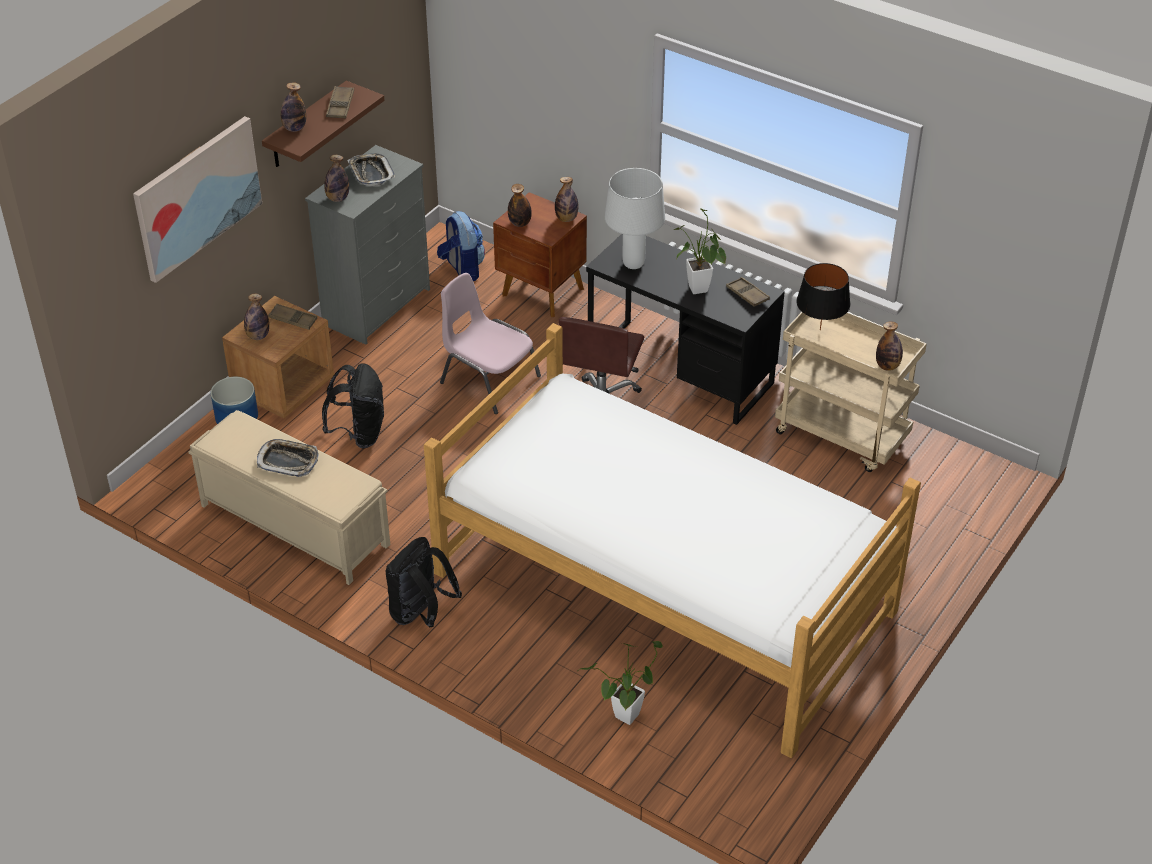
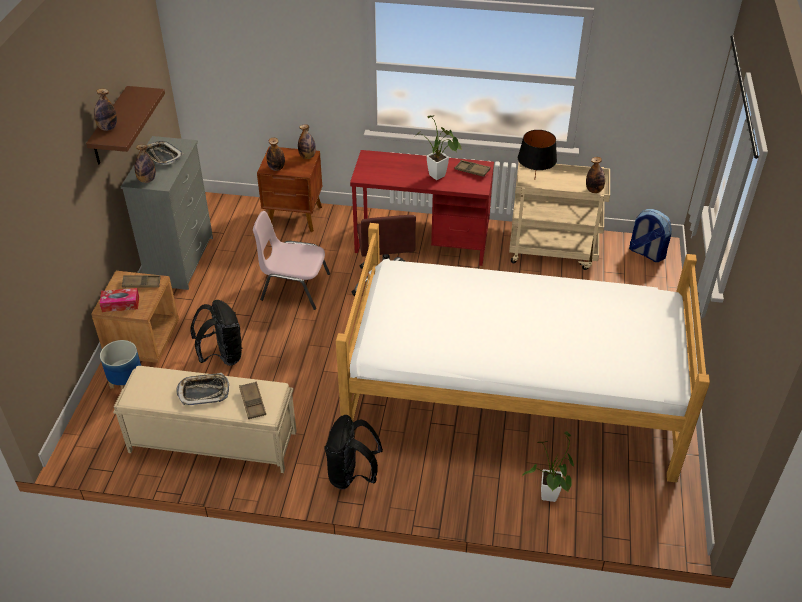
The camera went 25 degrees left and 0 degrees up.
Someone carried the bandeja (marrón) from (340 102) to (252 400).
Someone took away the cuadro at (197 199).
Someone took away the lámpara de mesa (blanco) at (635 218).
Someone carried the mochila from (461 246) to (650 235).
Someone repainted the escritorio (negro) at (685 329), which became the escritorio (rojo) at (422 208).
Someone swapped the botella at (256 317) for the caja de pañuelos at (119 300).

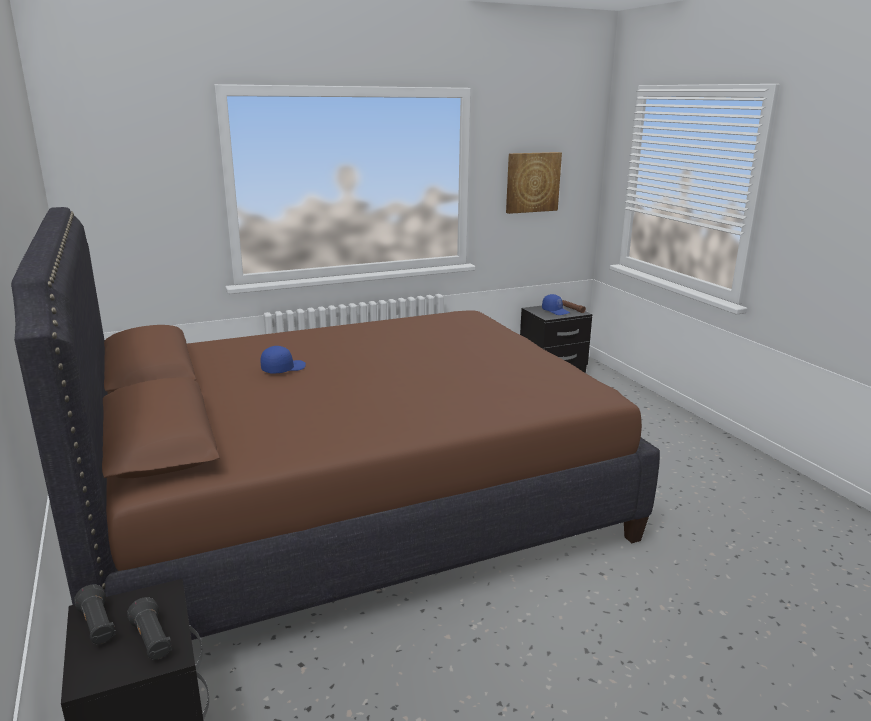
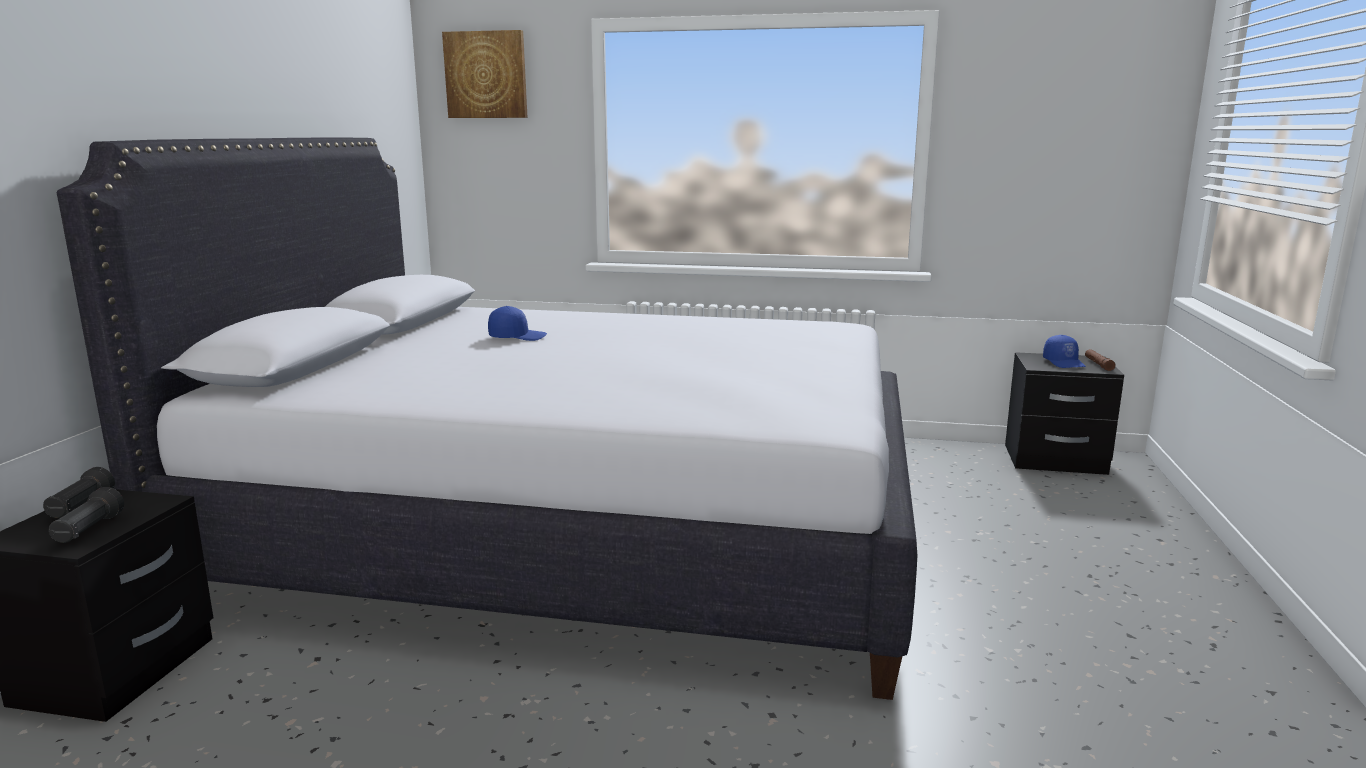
The camera went 35 degrees right and 5 degrees down.
Someone carried the cuadro from (534 183) to (485 74).
Someone repainted the cama (marrón) at (335 423), which became the cama (blanco) at (487 418).

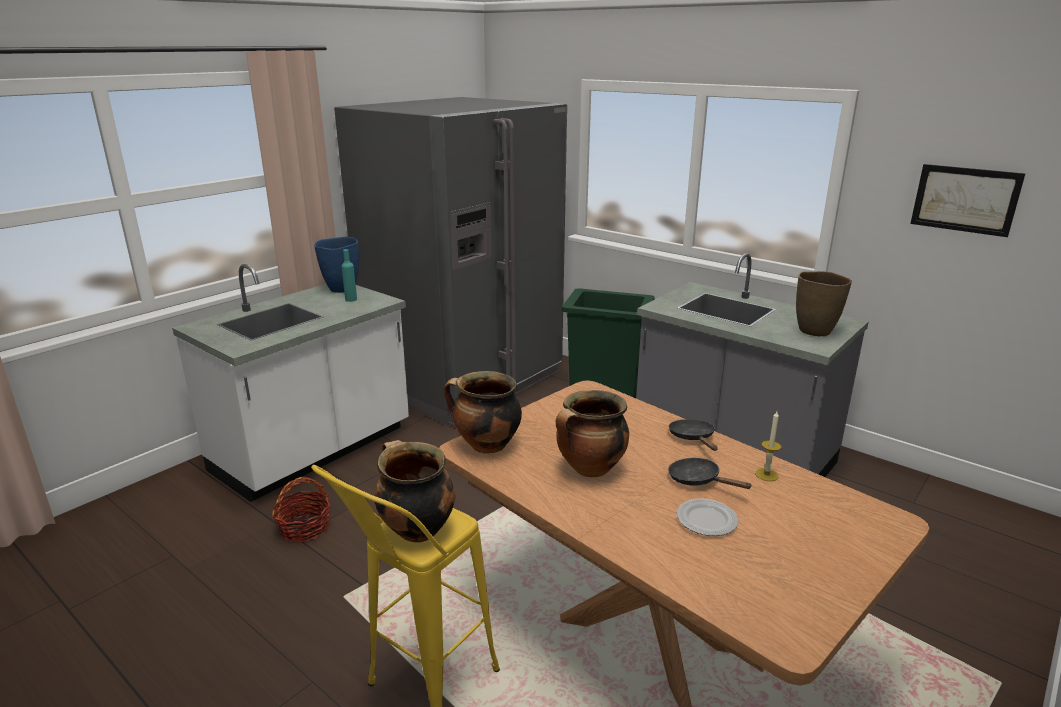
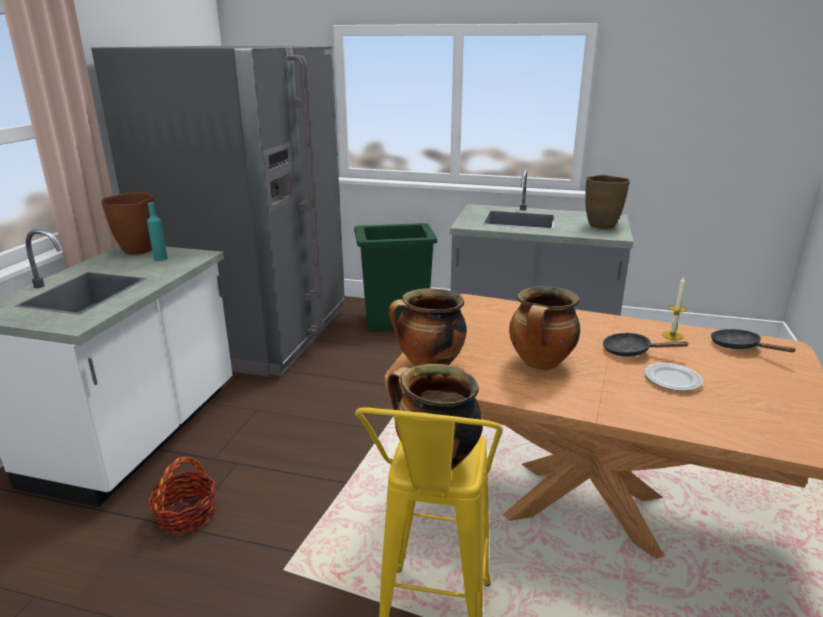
The camera went 25 degrees left and 0 degrees up.
Someone took away the cuadro at (967 200).
Someone repainted the florero (azul) at (336 265), which became the florero (marrón) at (128 223).
Someone carried the sartén (negro) from (693 435) to (753 340).

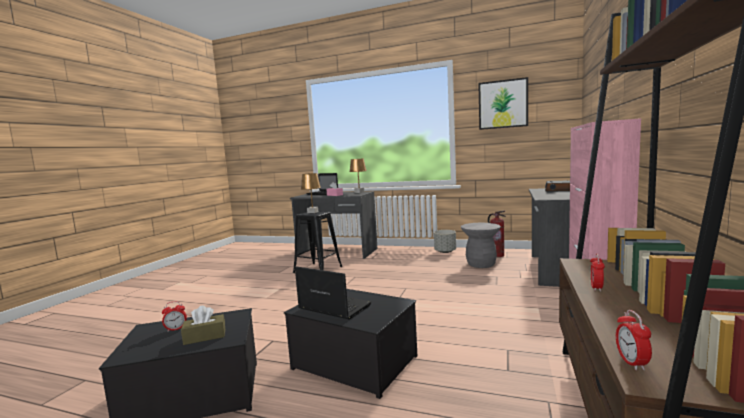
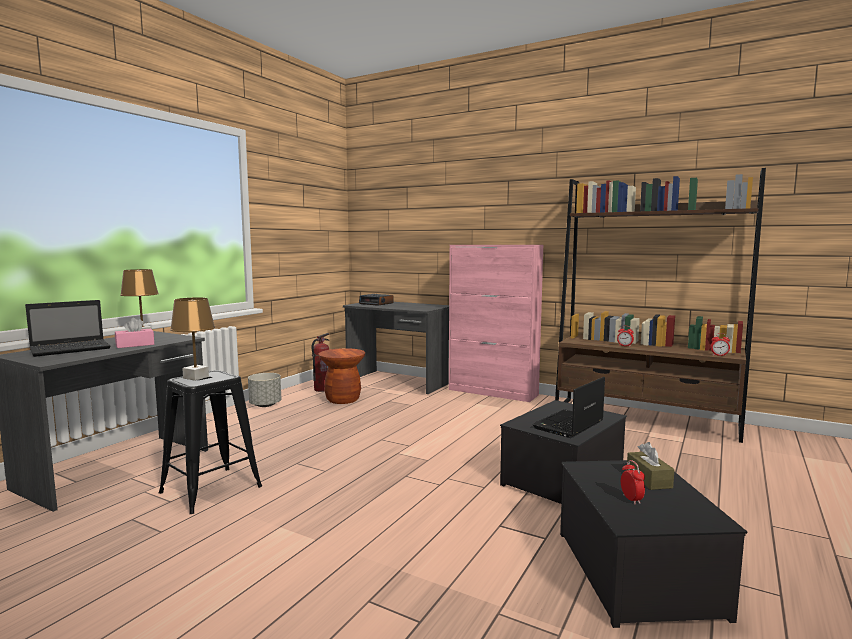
The camera went 80 degrees left and 0 degrees up.
Someone took away the cuadro at (503 103).
Someone repainted the taburete (gris) at (481 245), which became the taburete (marrón) at (341 376).

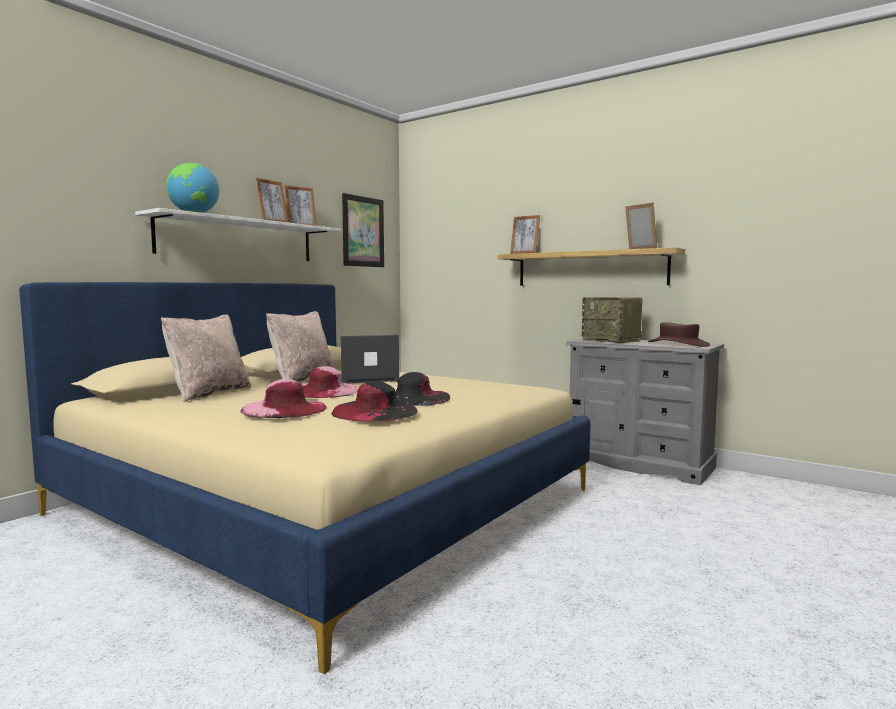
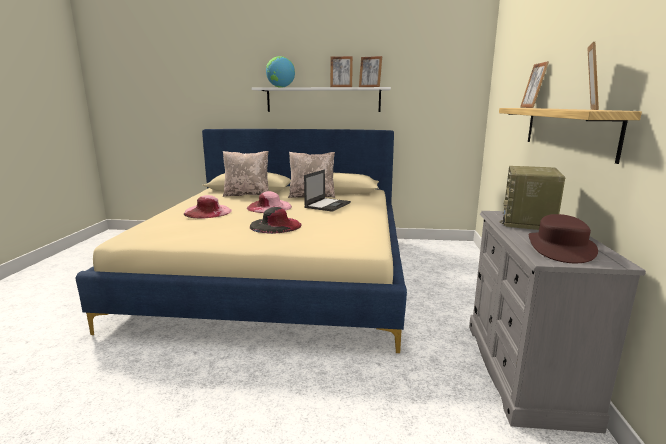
The camera went 60 degrees right and 10 degrees up.
Someone took away the cuadro at (363 230).
Someone rotated the portátil at (370 359) by 75 degrees clockwise.
Someone took away the sombrero (negro) at (374 401).

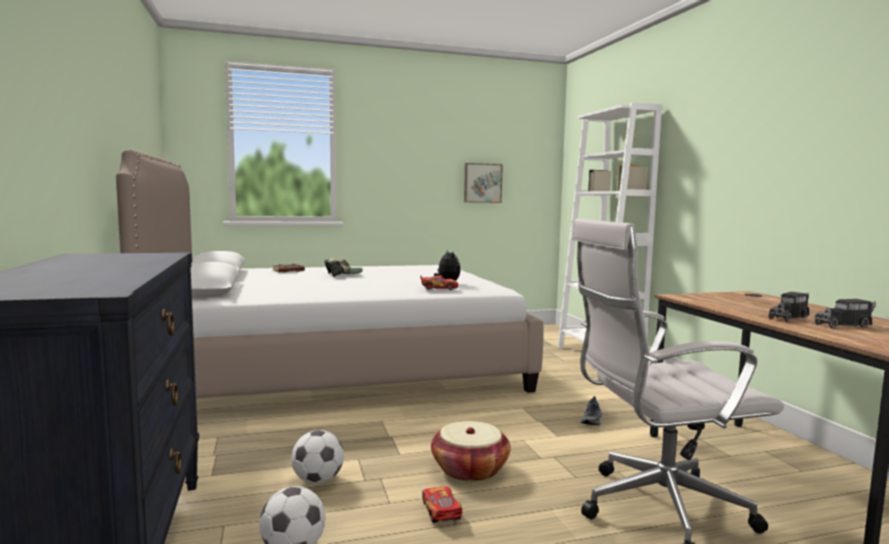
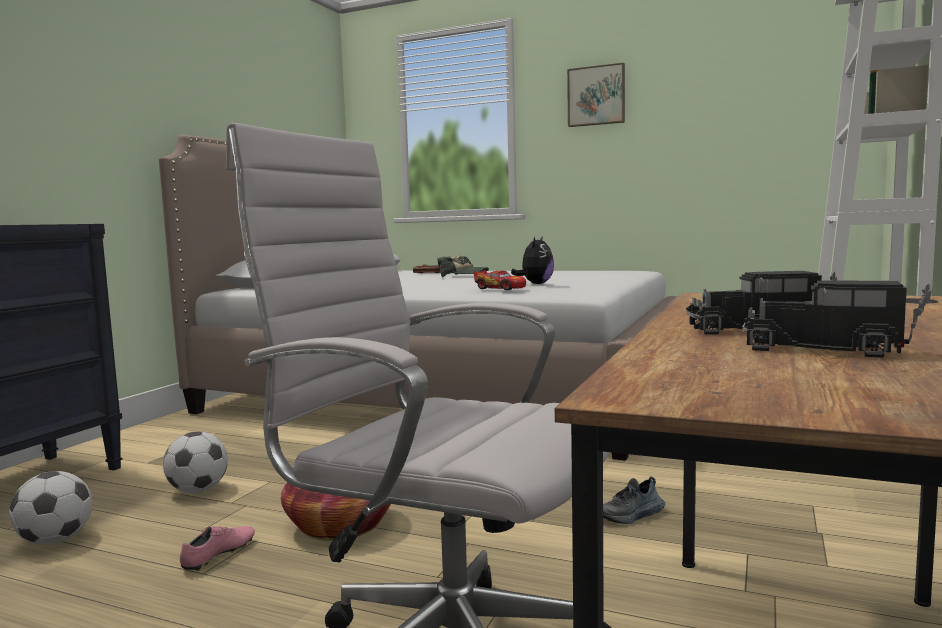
The camera went 40 degrees right and 0 degrees up.
Someone carried the cuadro from (483 183) to (596 95).
Someone swapped the coche de juguete at (442 505) for the zapato (rosa) at (217 548).

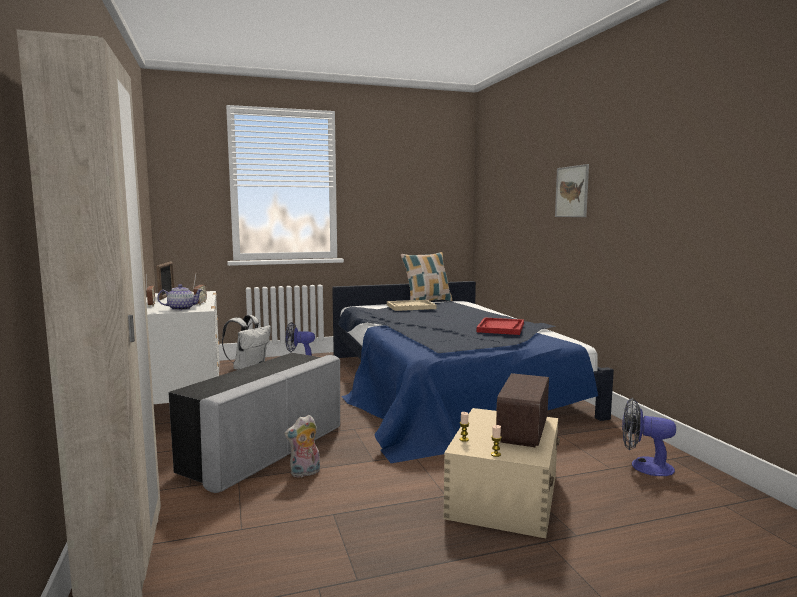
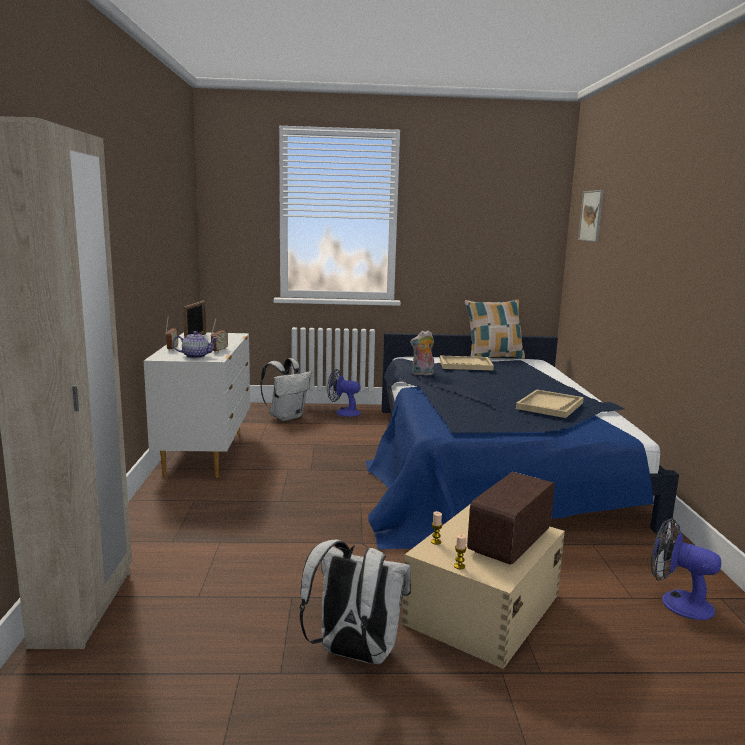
The camera went 15 degrees right and 5 degrees up.
Someone carried the cuadro from (572 190) to (591 216).
Someone repainted the bandeja (rojo) at (500 326), which became the bandeja (beis) at (550 404).
Someone took away the puf (gris) at (254 423).
Someone carried the peluche from (302 446) to (422 353).
Someone put down the mochila (blanco) at (355 602).

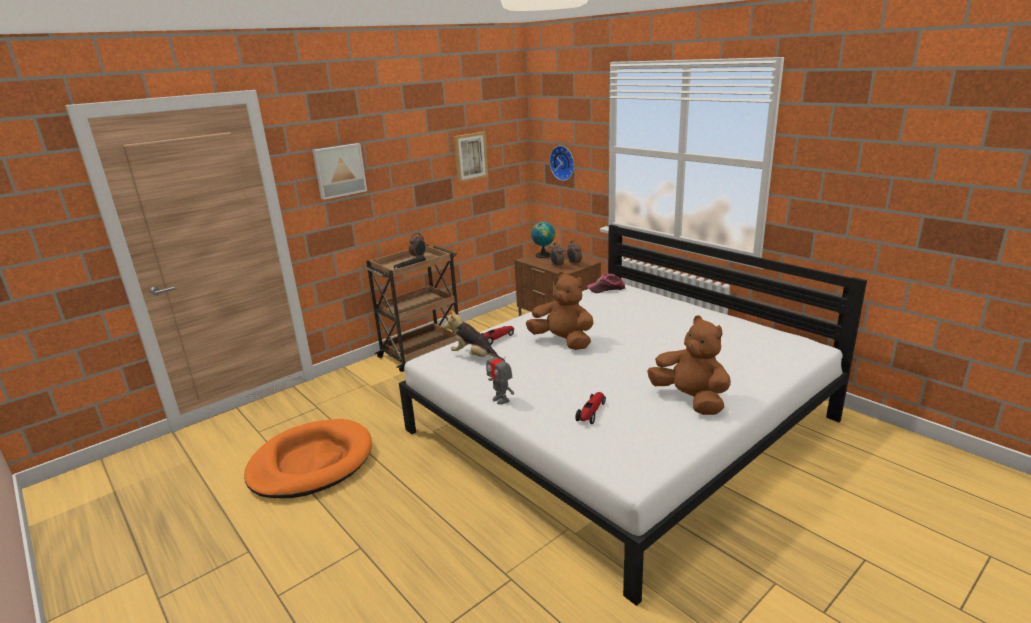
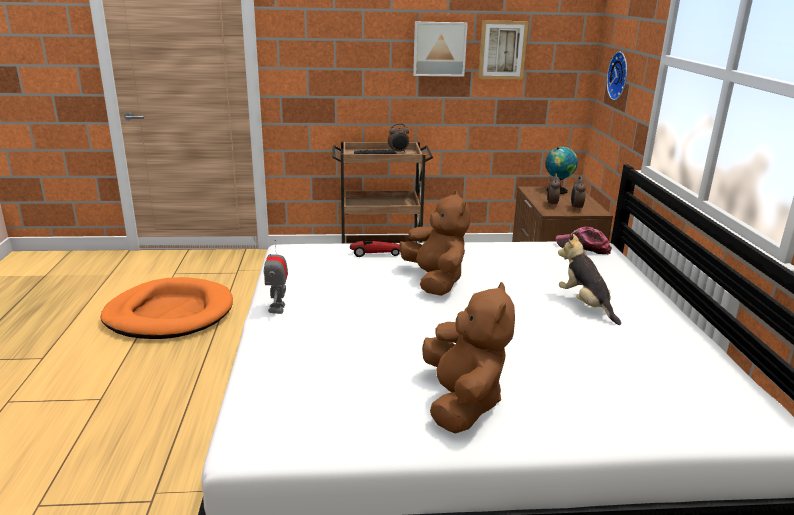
The camera went 35 degrees right and 0 degrees up.
Someone carried the cuadro from (340 171) to (440 49).
Someone carried the peluche from (474 335) to (589 279).
Someone took away the coche de juguete at (590 408).

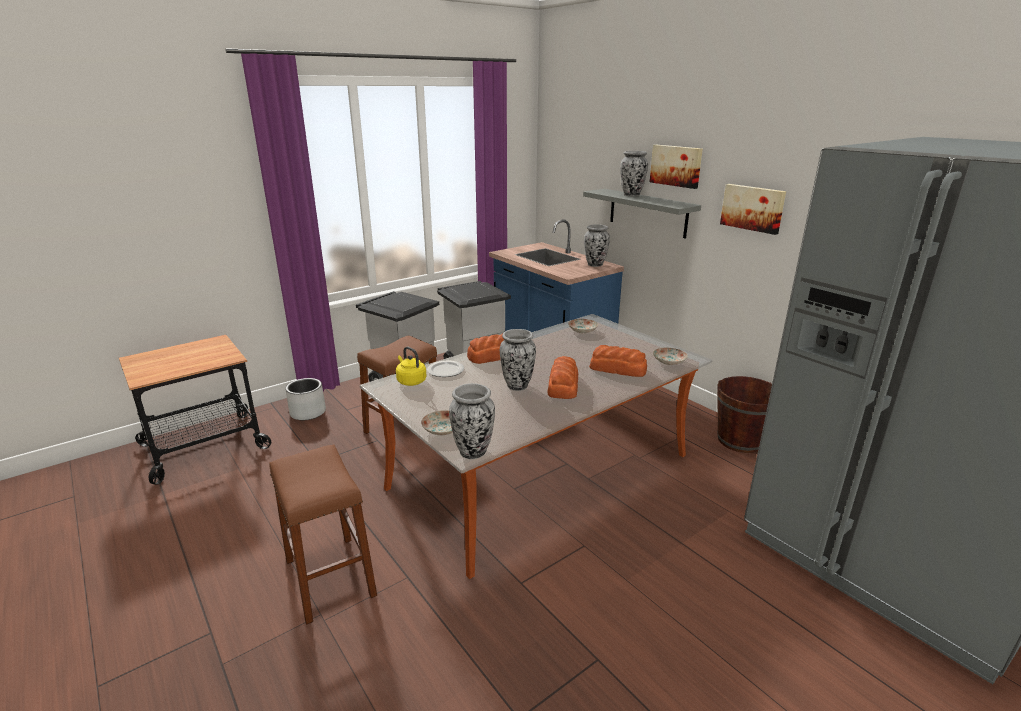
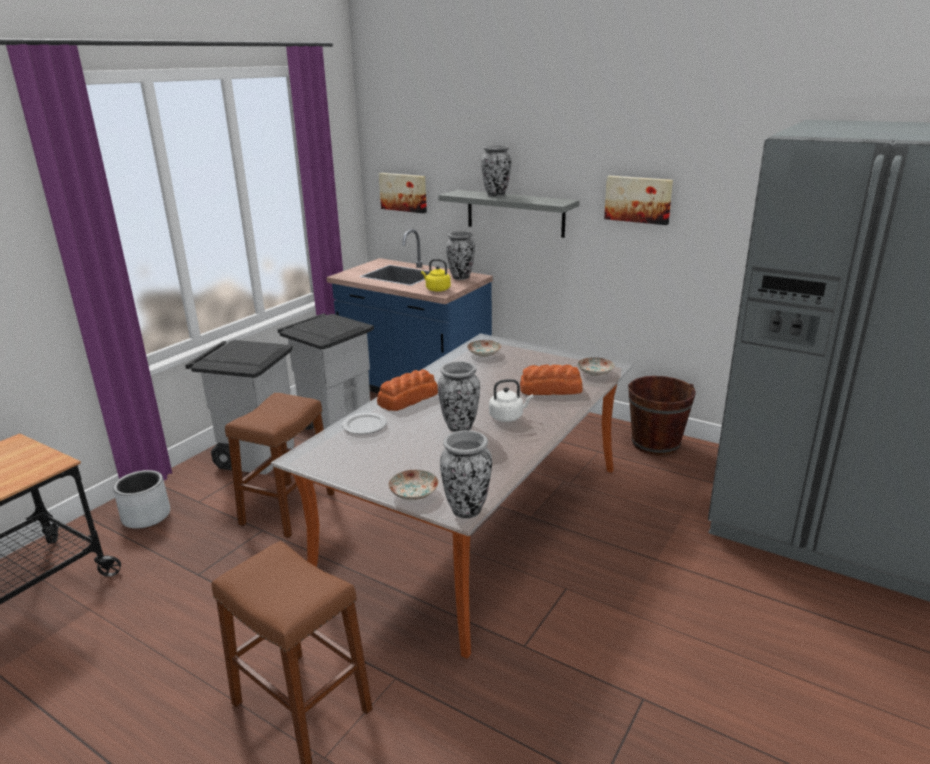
The camera went 20 degrees left and 0 degrees up.
Someone carried the cuadro from (676 167) to (403 193).
Someone carried the hervidor (amarillo) from (411 366) to (436 275).
Someone swapped the pan at (563 377) for the hervidor (blanco) at (511 400).

